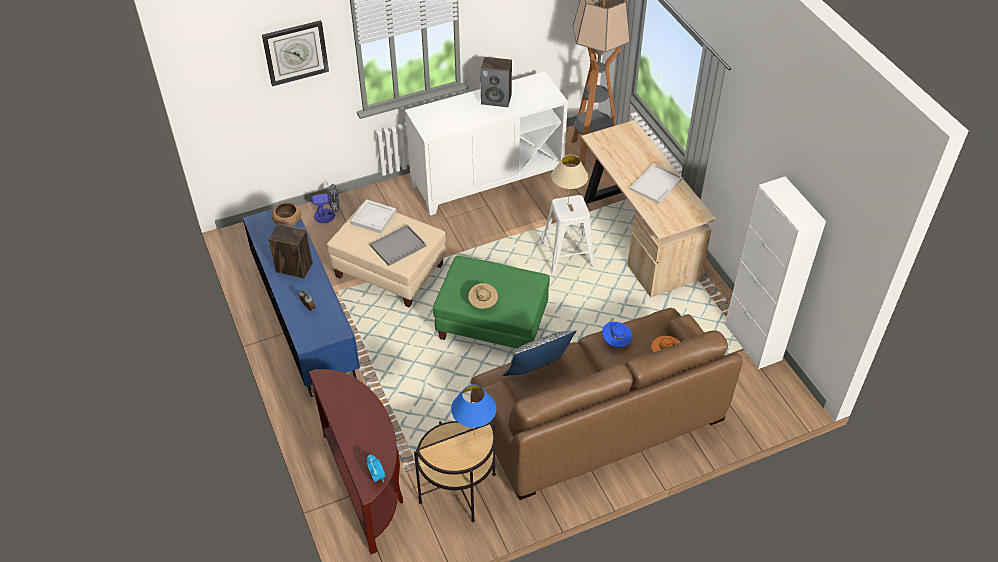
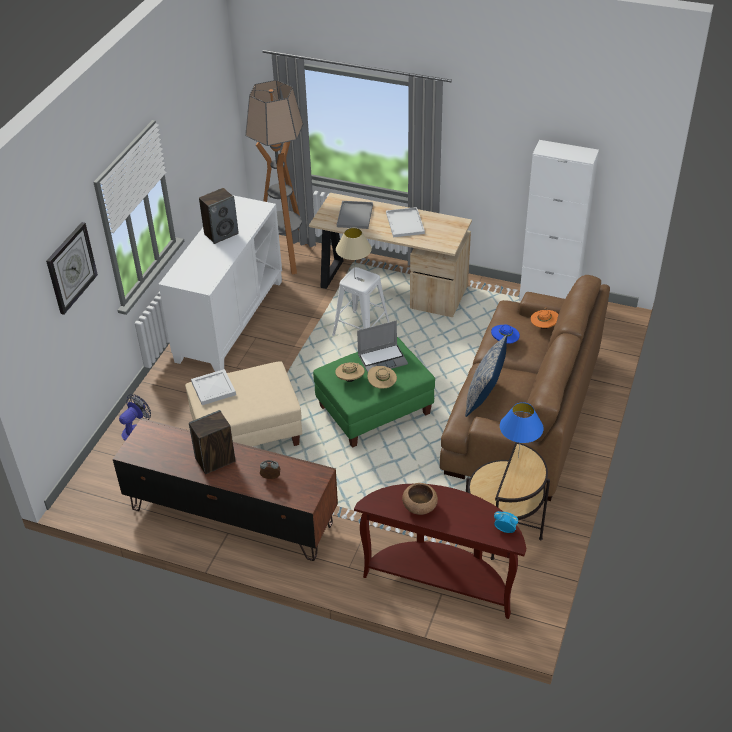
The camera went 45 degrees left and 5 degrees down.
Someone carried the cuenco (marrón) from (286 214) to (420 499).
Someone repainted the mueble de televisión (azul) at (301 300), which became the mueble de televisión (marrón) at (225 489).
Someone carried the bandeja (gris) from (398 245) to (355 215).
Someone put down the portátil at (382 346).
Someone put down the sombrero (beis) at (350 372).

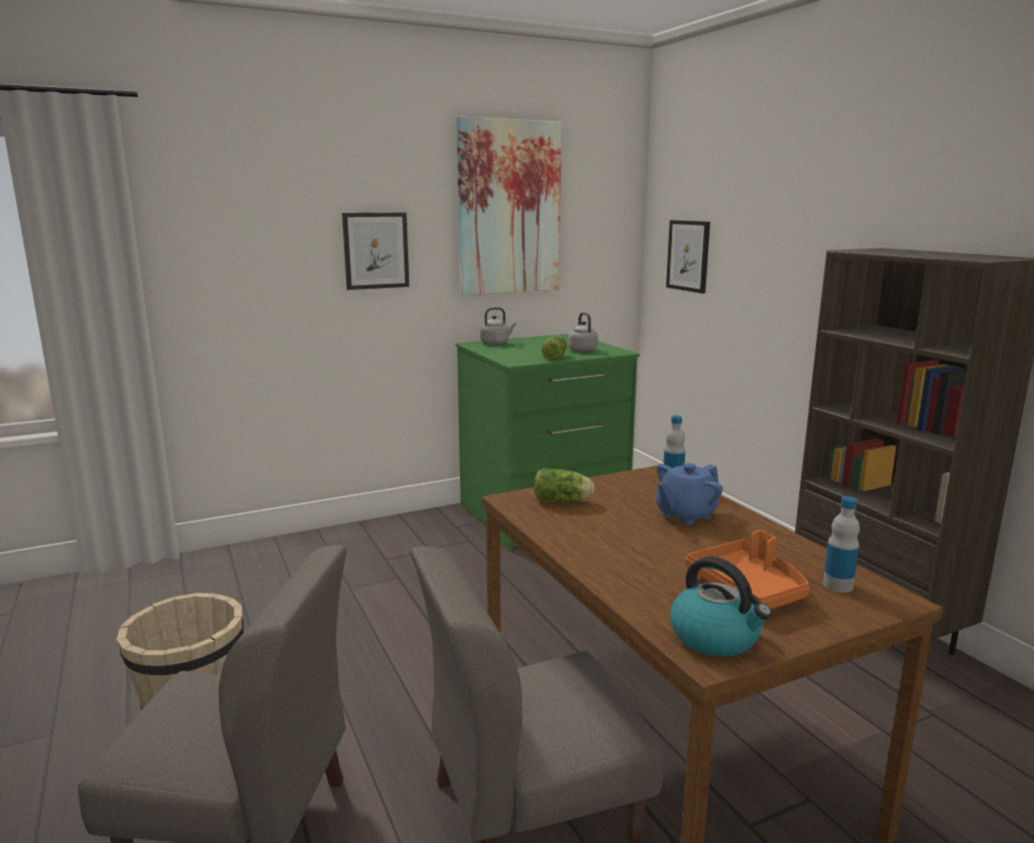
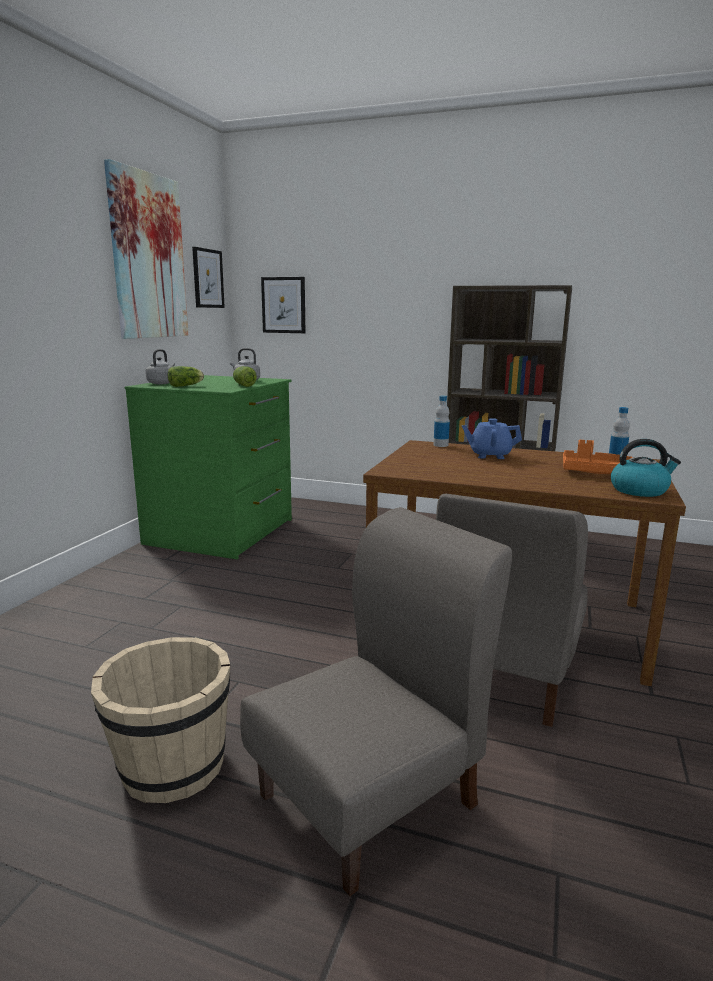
The camera went 45 degrees left and 0 degrees up.
Someone carried the cuadro from (375 251) to (208 277).
Someone rotated the tetera (azul) at (689 494) by 90 degrees clockwise.
Someone carried the lechuga from (564 485) to (186 376).

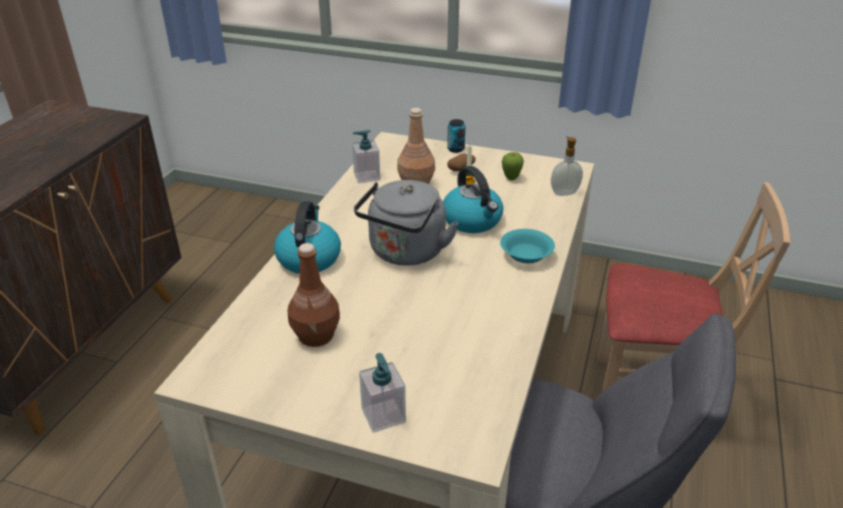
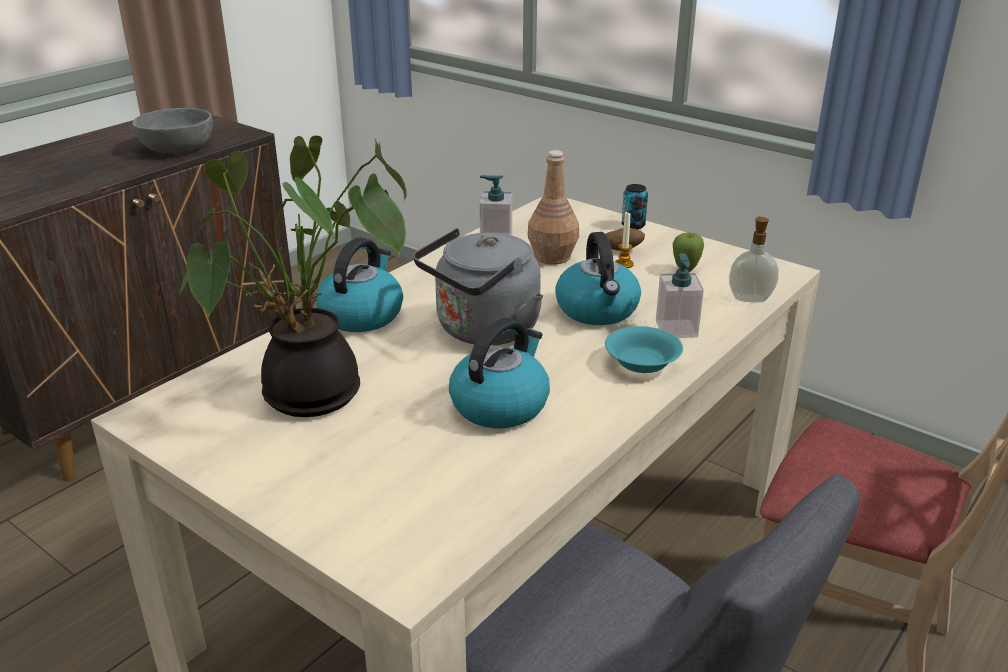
The camera went 20 degrees right and 5 degrees down.
Someone swapped the botella (marrón) at (314 295) for the planta en maceta at (292 276).
Someone carried the dispensador de jabón from (382 393) to (680 295).
Someone put down the cuenco (gris) at (172 130).
Someone put down the hervidor at (499 373).

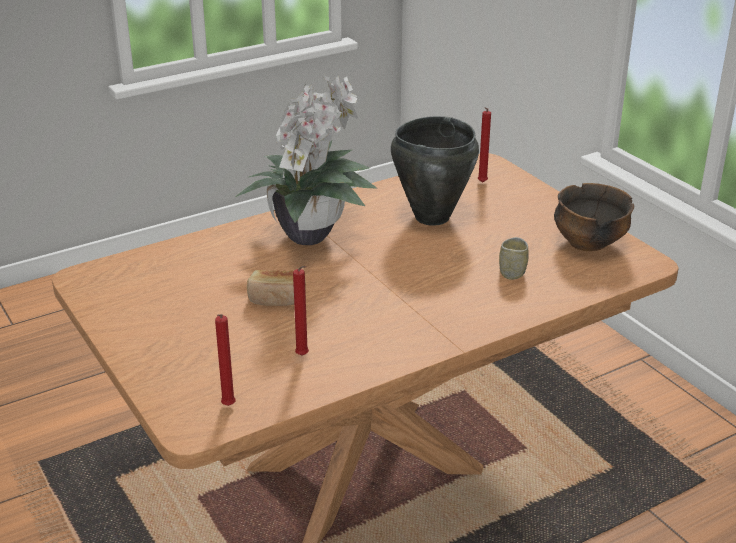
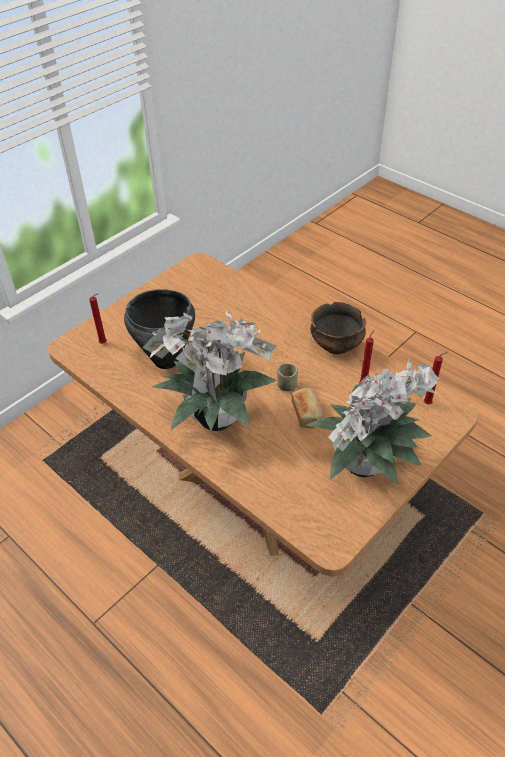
The camera went 105 degrees left and 15 degrees up.
Someone carried the cuenco from (594 217) to (338 328).
Someone carried the taza from (513 258) to (287 377).
Someone put down the planta en maceta at (372 422).

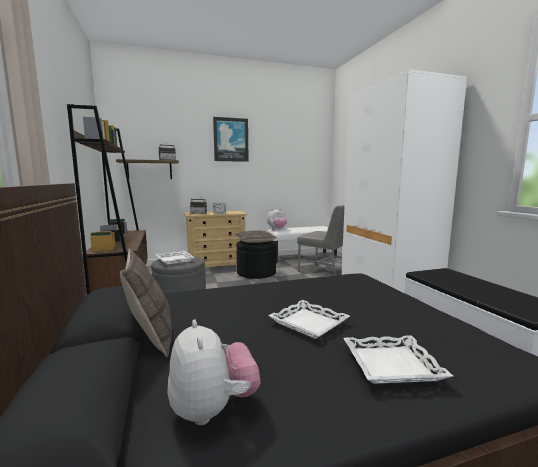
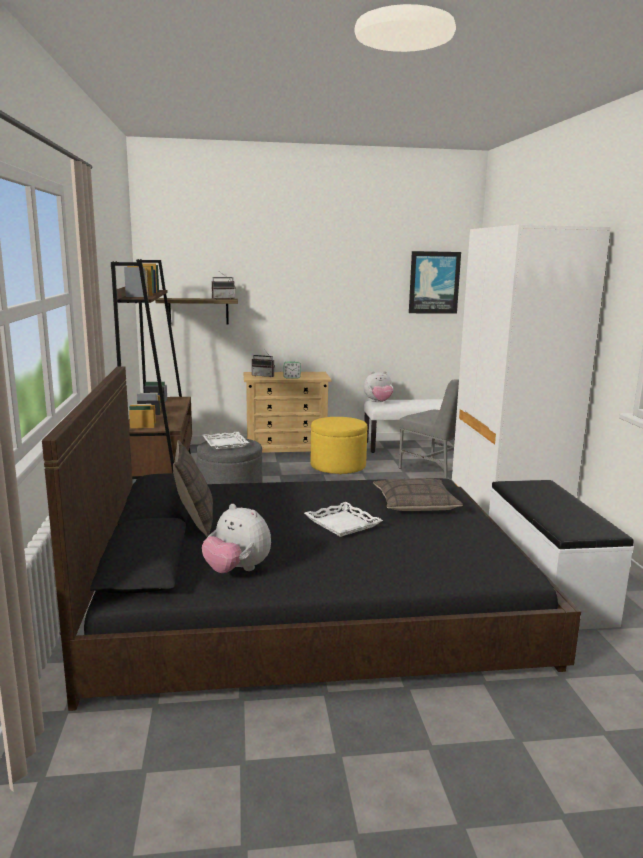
The camera went 10 degrees right and 5 degrees up.
Someone carried the cuadro from (231 139) to (435 282).
Someone carried the cojín from (256 236) to (418 494).
Someone repainted the puf (negro) at (256 260), which became the puf (amarillo) at (339 445).
Someone rotated the peluche at (214 372) by 135 degrees clockwise.
Someone took away the bandeja (blanco) at (398 359).

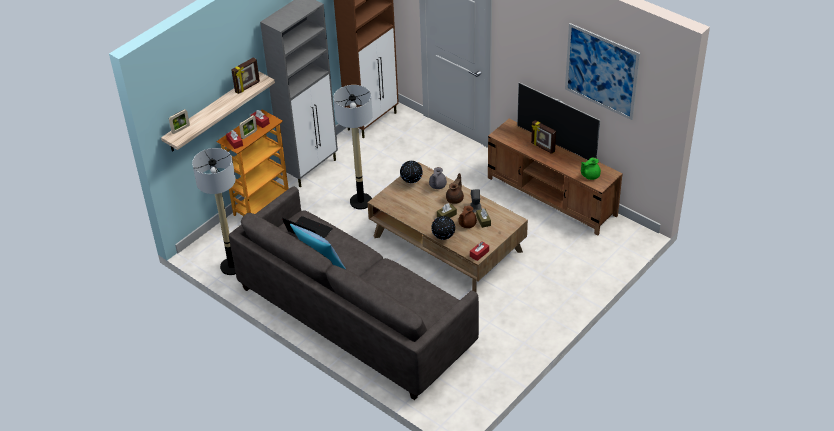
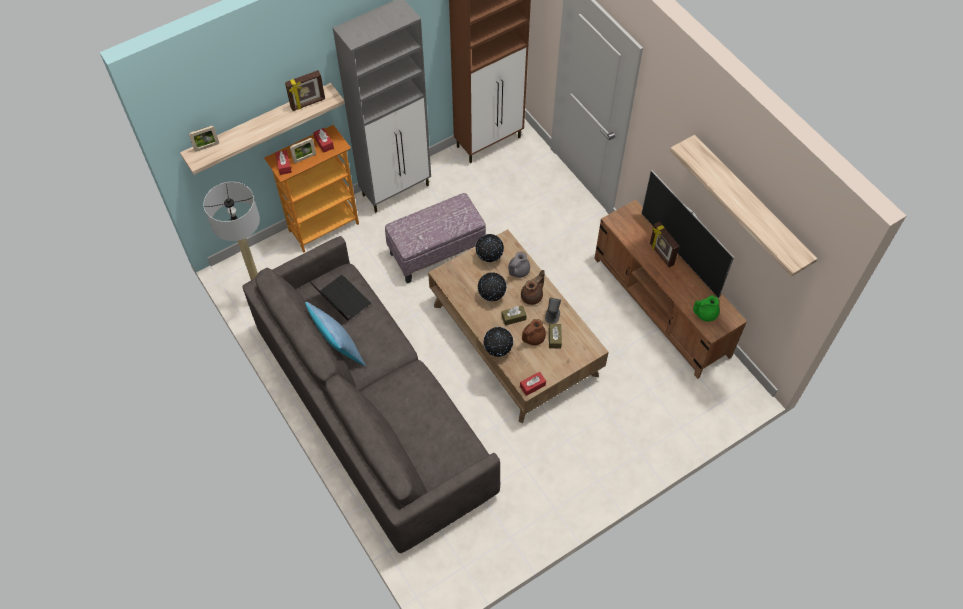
The camera went 15 degrees right and 15 degrees up.
Someone swapped the cuadro at (602 71) for the estante at (744 206).
Someone swapped the lámpara de pie at (353 147) for the puf at (435 238).
Someone put down the globo terráqueo at (492 286).

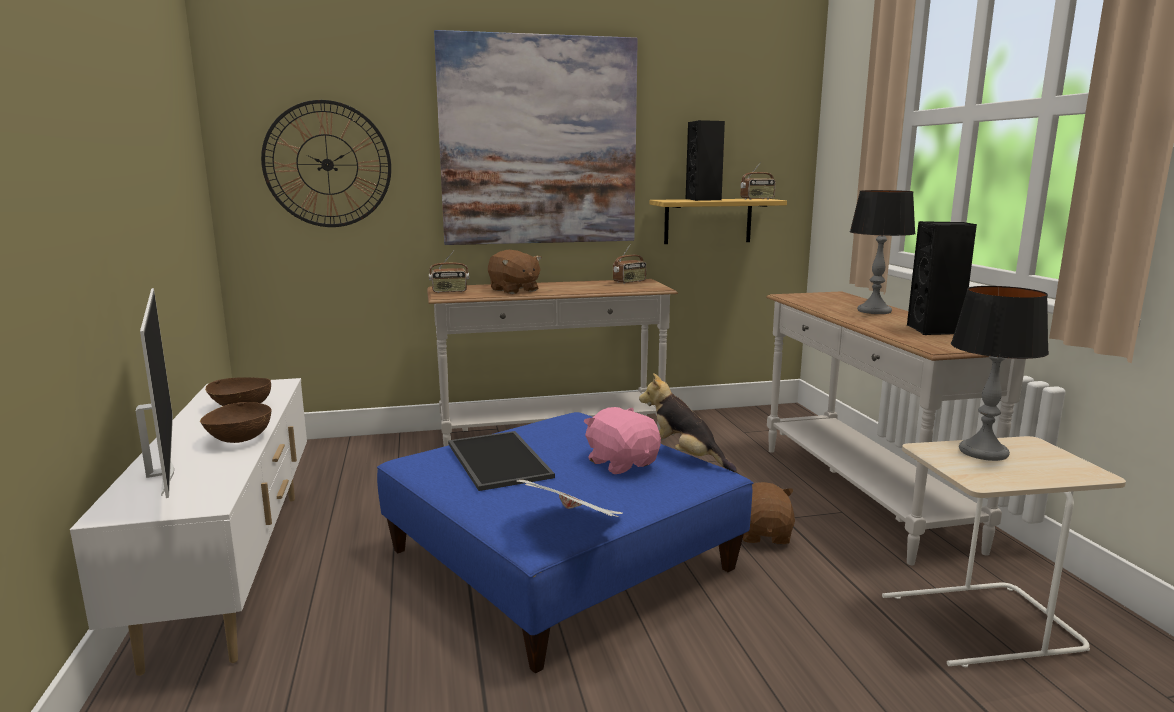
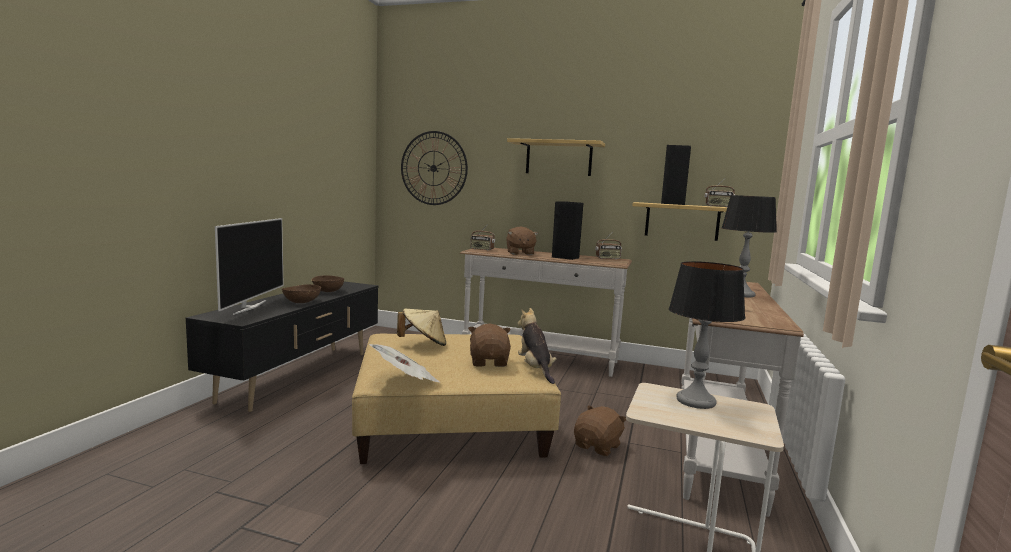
The camera went 30 degrees right and 5 degrees down.
Someone swapped the cuadro at (536 137) for the estante at (556 157).
Someone carried the altavoz (negro) from (942 278) to (567 230).
Someone repainted the mueble de televisión (blanco) at (188 527), which became the mueble de televisión (negro) at (282 347).
Someone repainted the peluche (rosa) at (622 440), which became the peluche (marrón) at (489 345).
Someone repainted the puf (azul) at (565 542), which became the puf (beis) at (456 399).
Someone swapped the bandeja at (501 461) for the sombrero (beis) at (421 327).

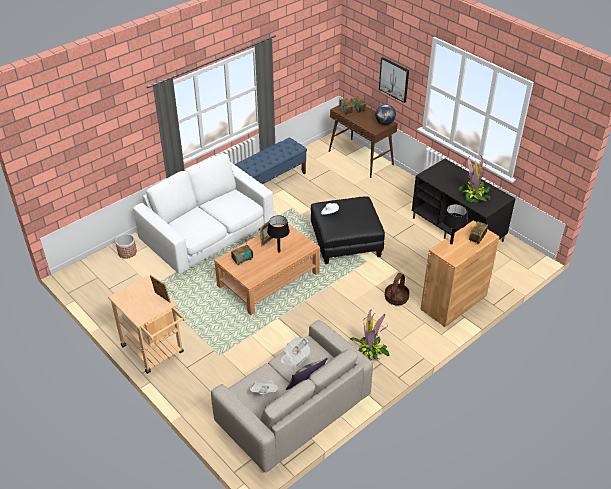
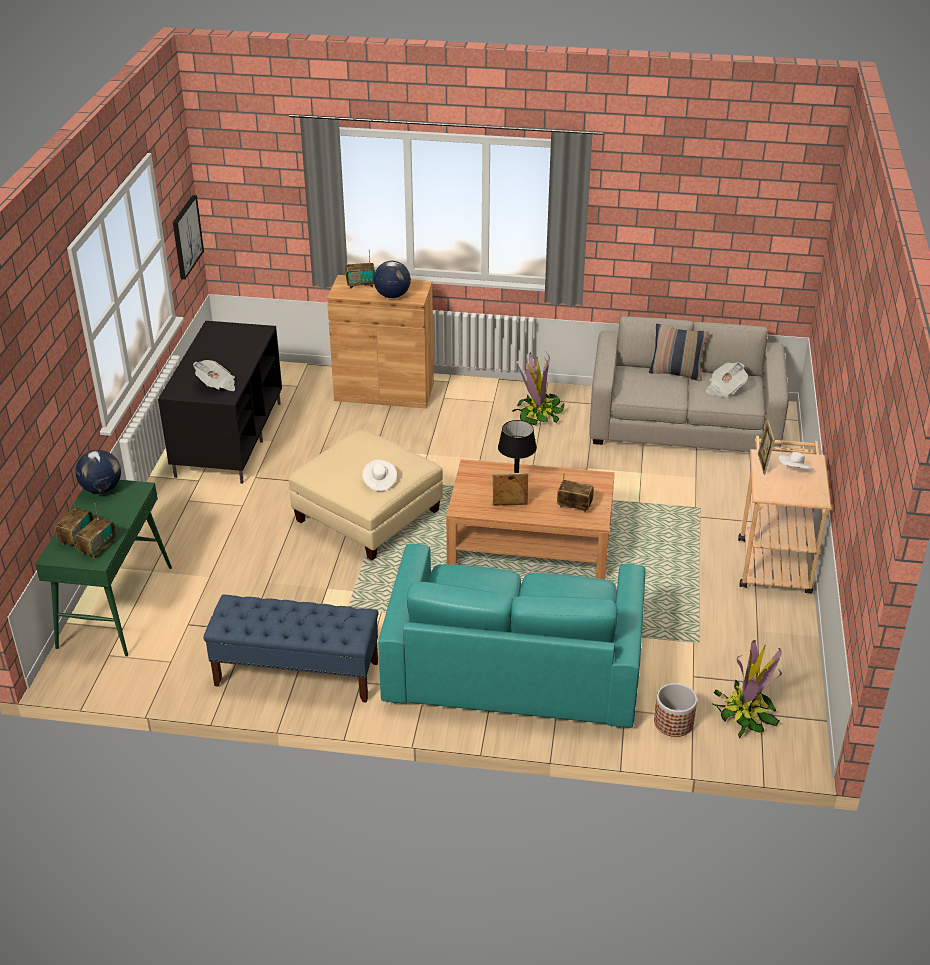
The camera went 130 degrees left and 5 degrees down.
Someone carried the cuadro from (394 80) to (188 237).
Someone repainted the mesa consola (marrón) at (363 138), which became the mesa consola (verde) at (103 568).
Someone repainted the sofá (blanco) at (203 214), which became the sofá (turquesa) at (511 636).
Someone carried the planta en maceta from (474 180) to (747 689).
Someone repainted the puf (negro) at (348 230), which became the puf (beis) at (365 495).
Someone swapped the lámpara de mesa (negro) at (455 224) for the globo terráqueo at (392 279).
Someone took away the cesta at (397 289).
Someone carried the periódico from (295 352) to (214 375).
Someone put down the sombrero (blanco) at (795 460).

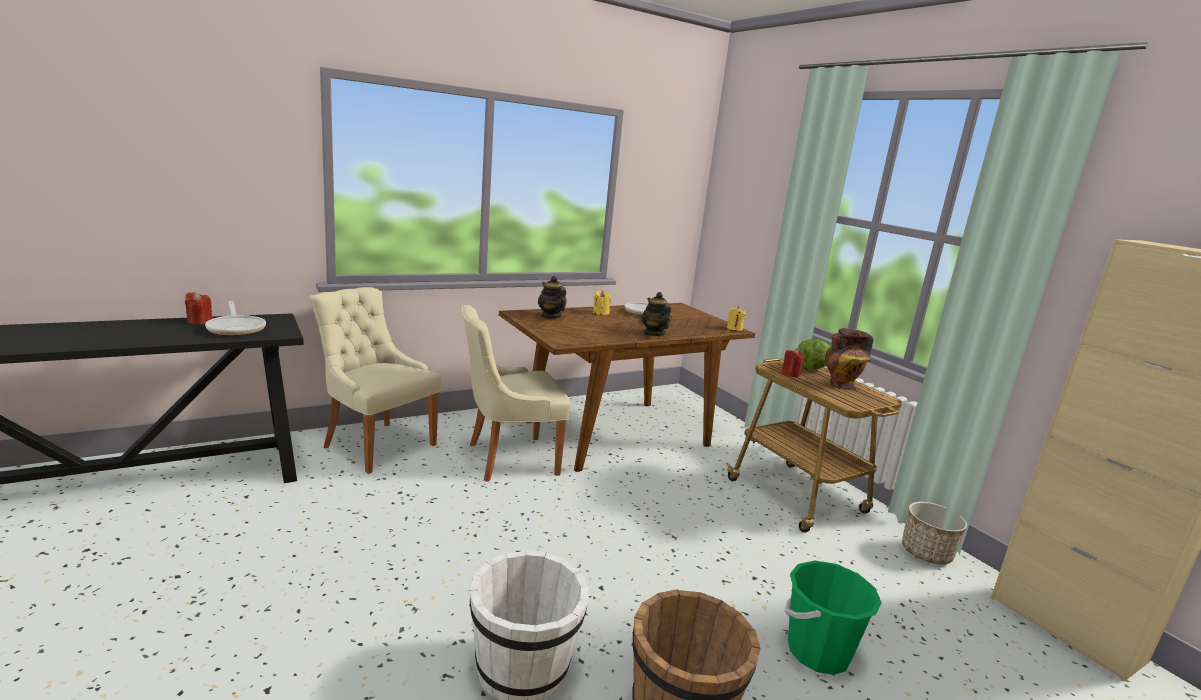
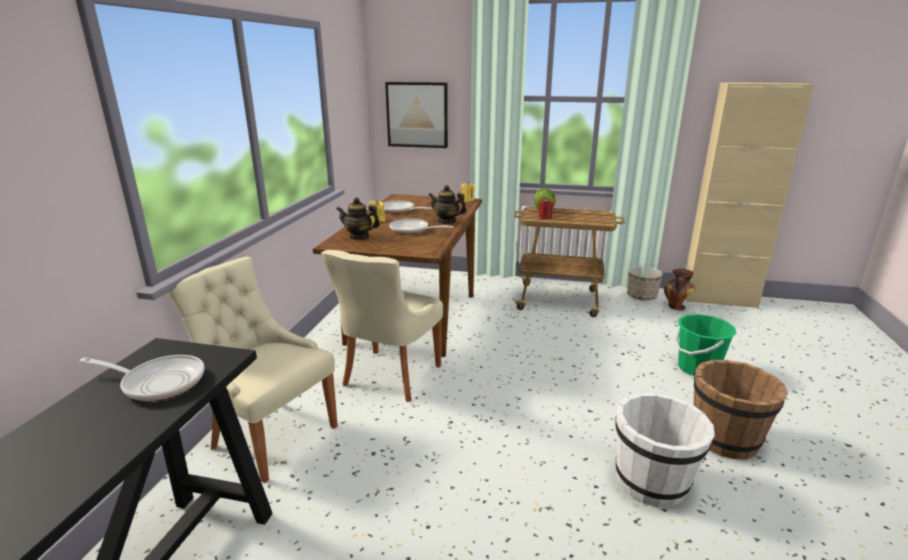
The camera went 45 degrees left and 5 degrees up.
Someone rotated the silla (beis) at (375 380) by 45 degrees clockwise.
Someone took away the vela (rojo) at (199 308).
Someone carried the florero from (849 359) to (680 289).
Someone put up the cuadro at (416 115).
Someone put down the sartén at (421 226).

